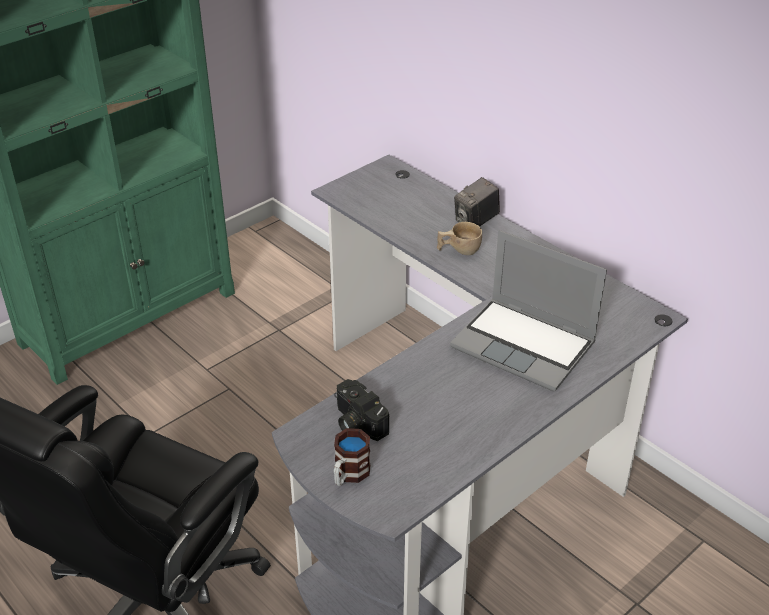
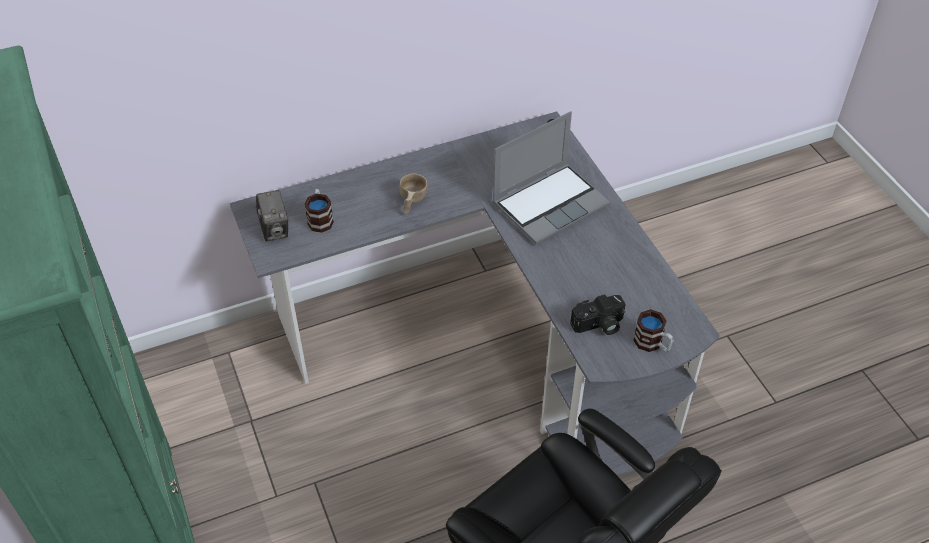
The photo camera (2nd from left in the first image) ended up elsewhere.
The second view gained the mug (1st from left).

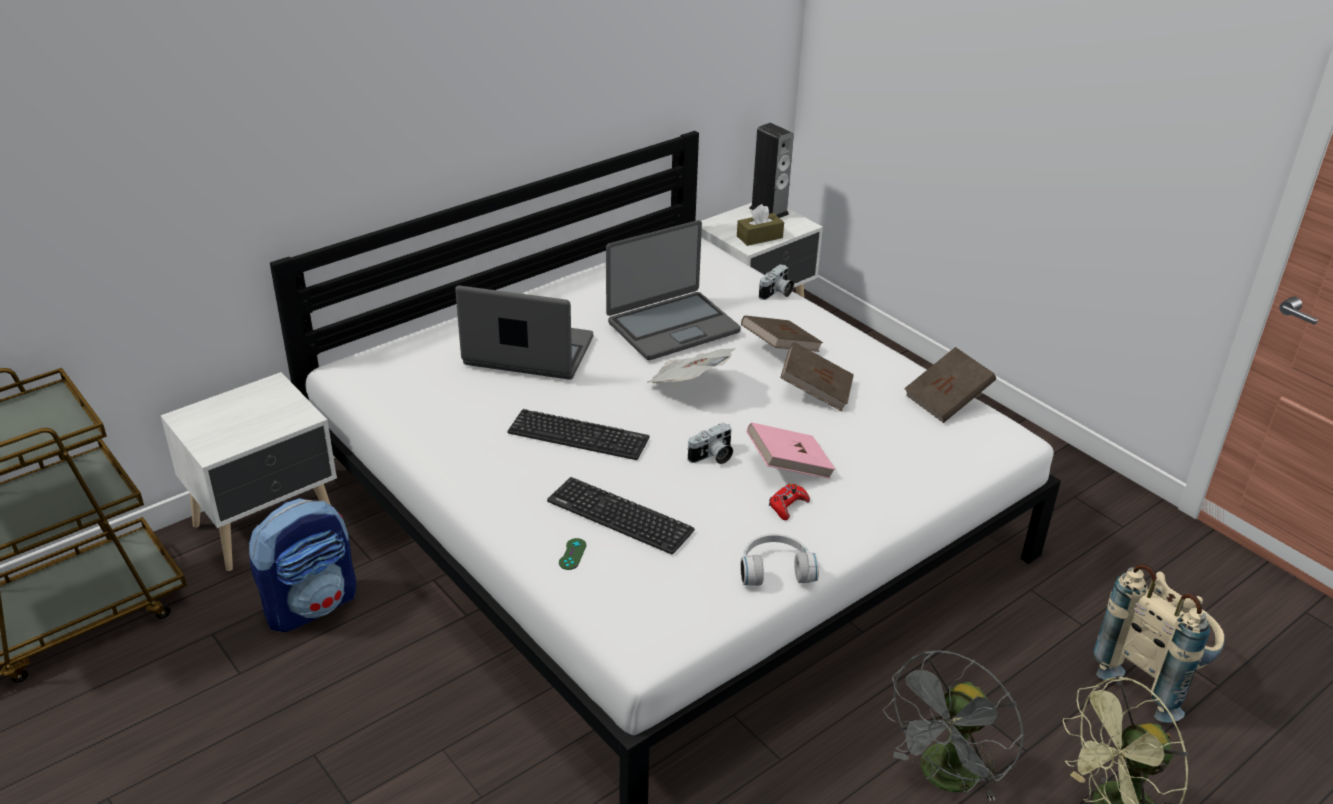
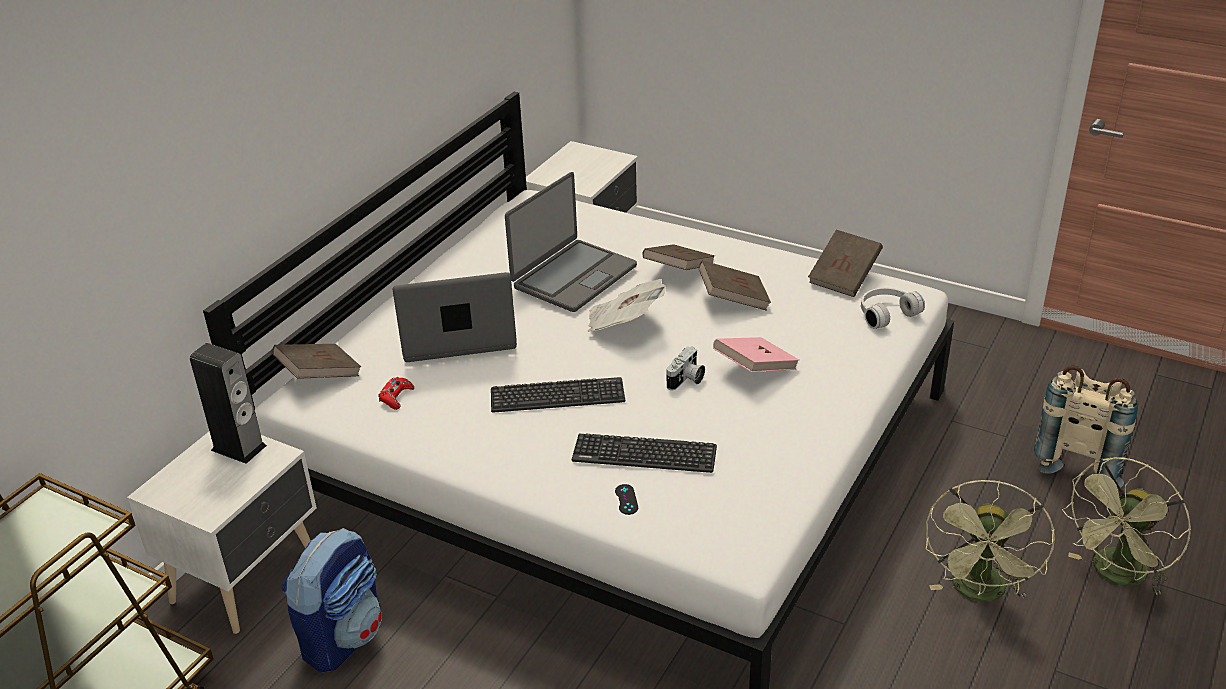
What was the game controller (green) turned into the game controller (black).
The second view lost the tissue box (brown).
The headphones (white) ended up elsewhere.
The speaker ended up elsewhere.
The second view lost the photo camera (2nd from left).
The game controller (red) ended up elsewhere.
What was the fan (grey) turned into the fan (green) (1st from left).
The second view gained the book (brown) (1st from left).

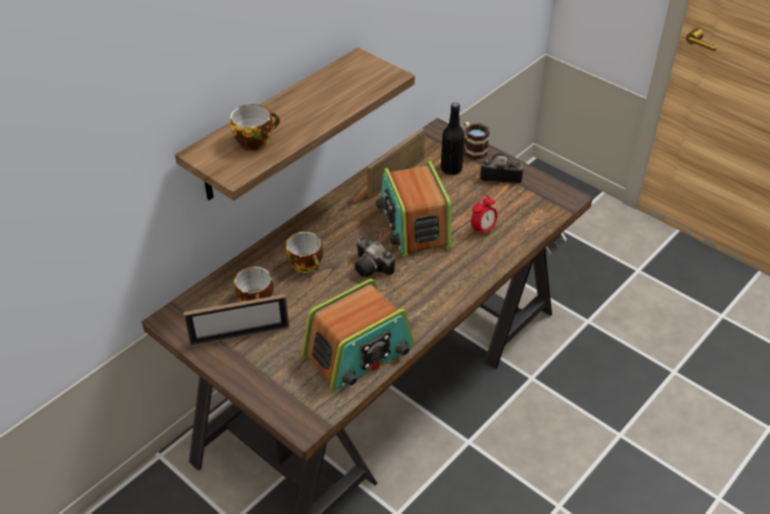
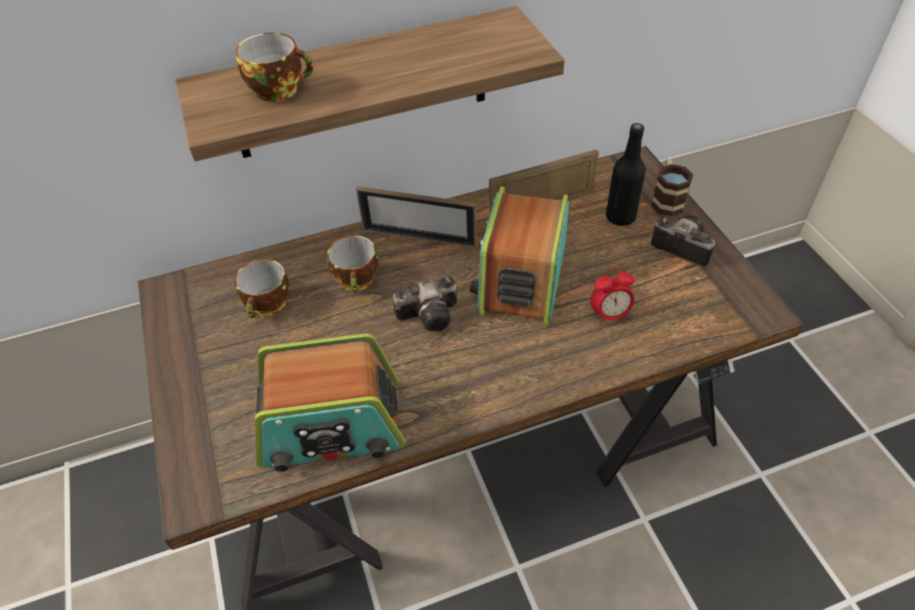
The picture frame (1st from left) ended up elsewhere.
The photo camera (1st from left) ended up facing another way, 90 degrees counterclockwise from before.

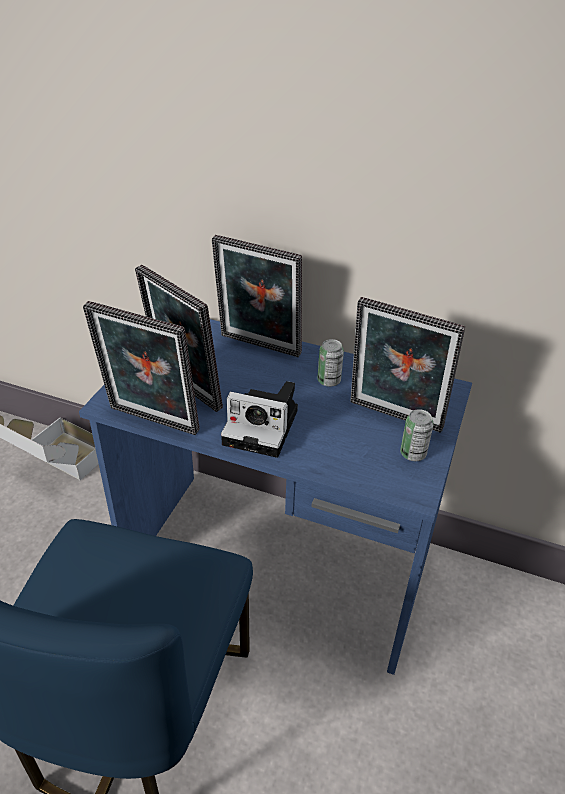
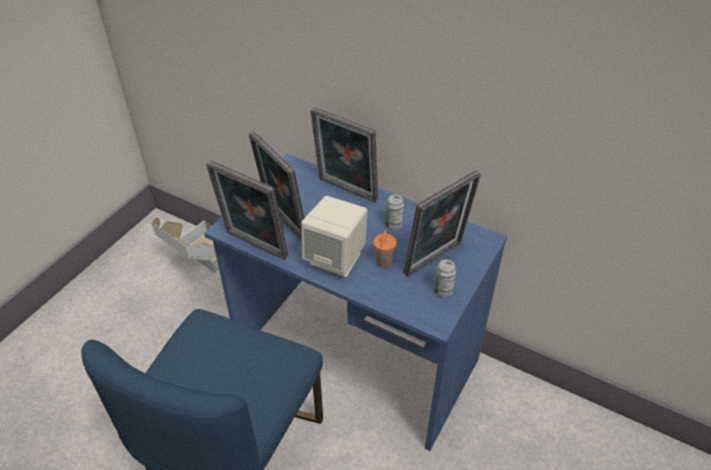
Where the photo camera stood, the speaker (beige) came to stand.
The picture frame (4th from left) ended up facing another way, 75 degrees counterclockwise from before.
The second view gained the cup (orange).

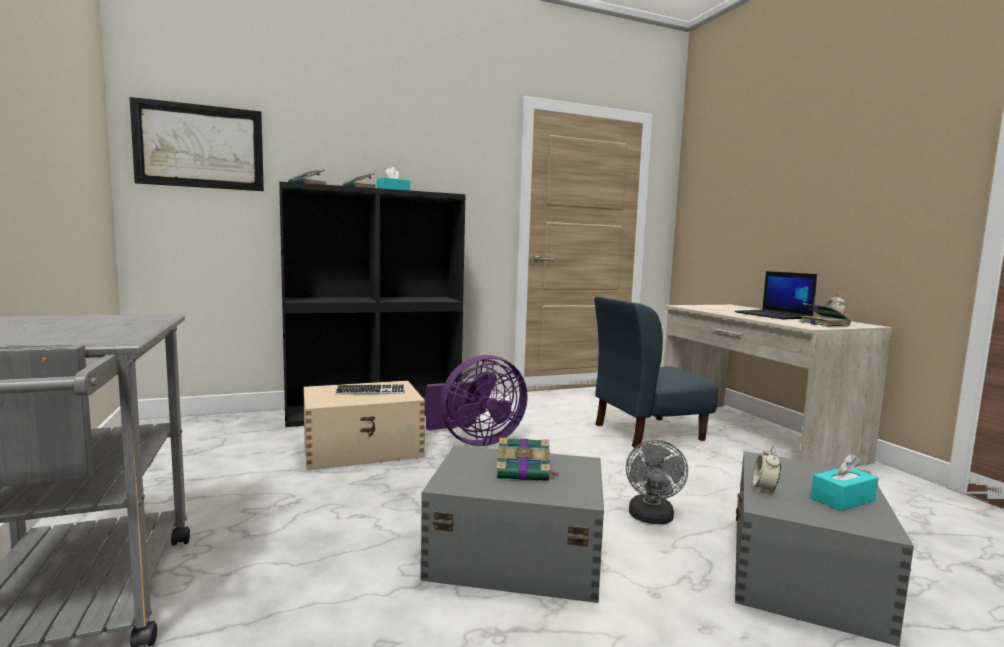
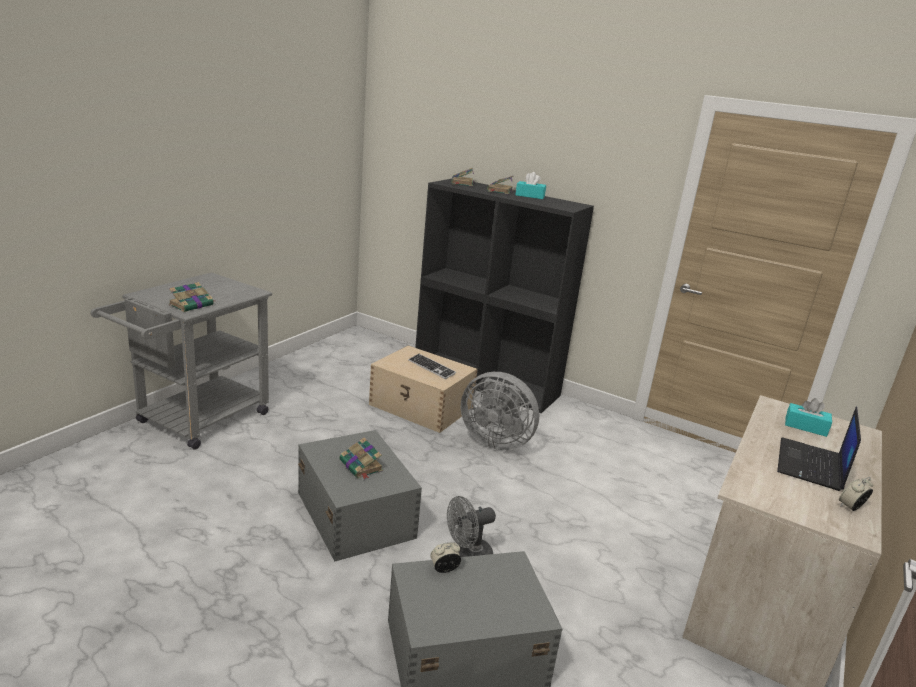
The second view lost the picture.
What was the fan (purple) turned into the fan (grey) (2nd from left).
The second view lost the chair (blue).
The book (4th from left in the first image) ended up elsewhere.
The tissue box (turquoise) (2nd from left) ended up elsewhere.

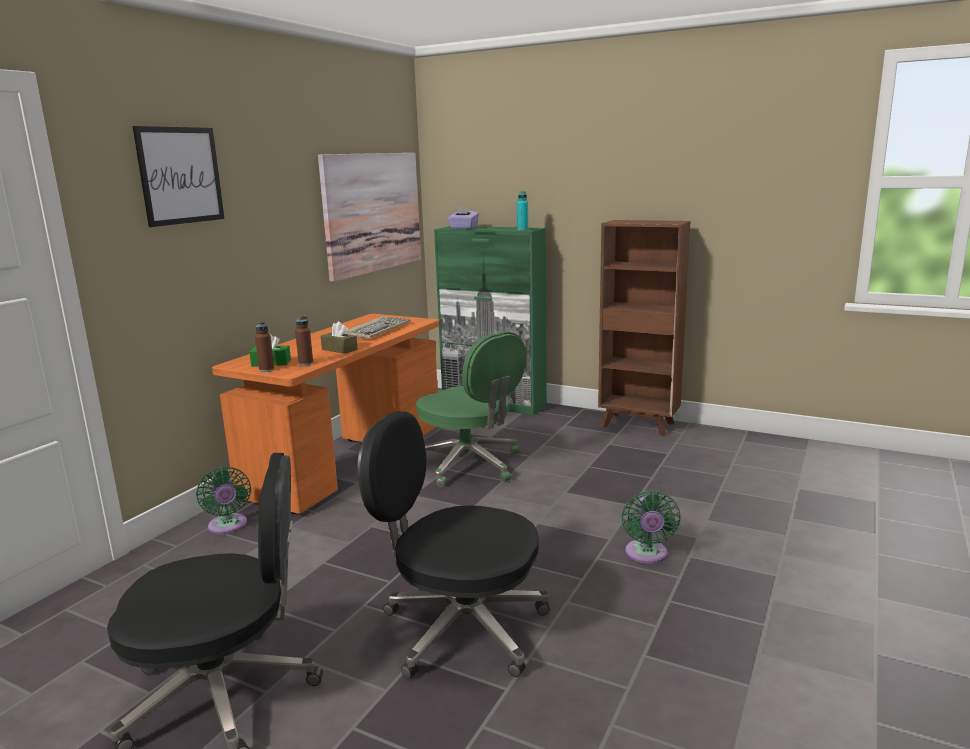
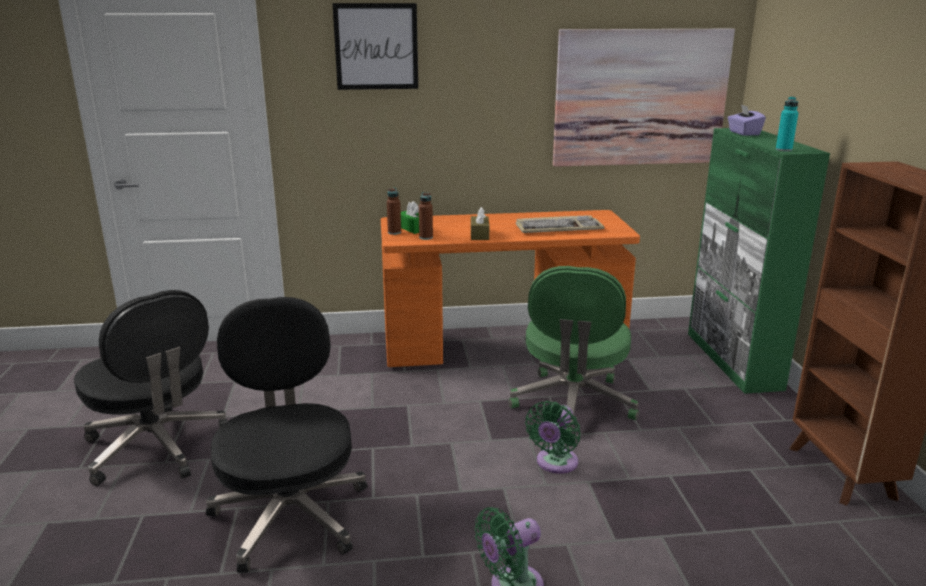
The fan (green) (1st from left in the first image) ended up elsewhere.

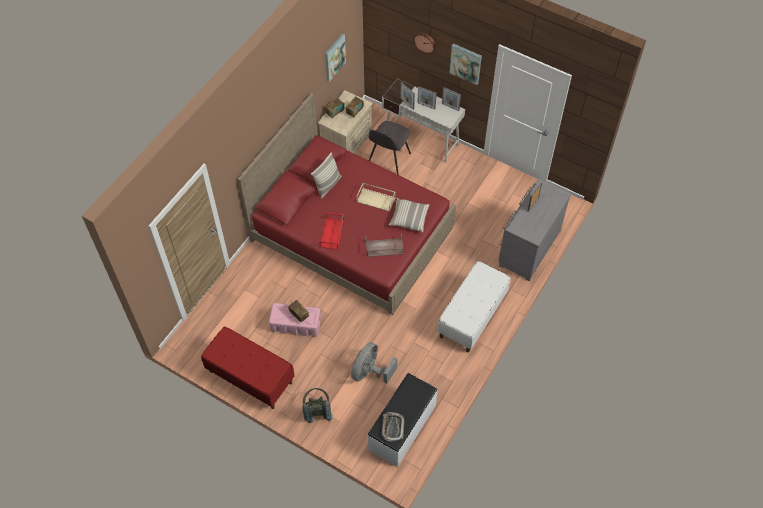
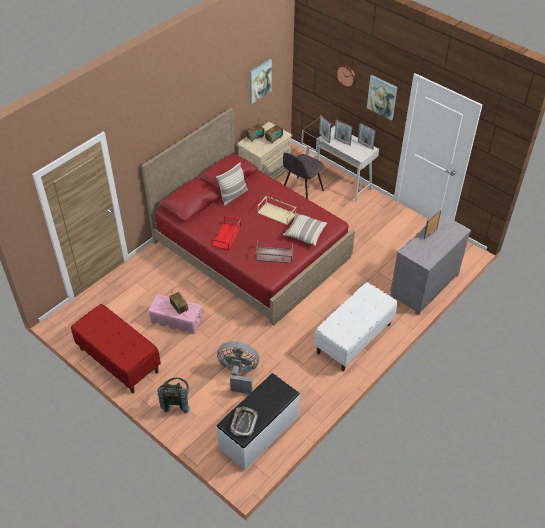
The fan (grey) ended up facing another way, 60 degrees clockwise from before.

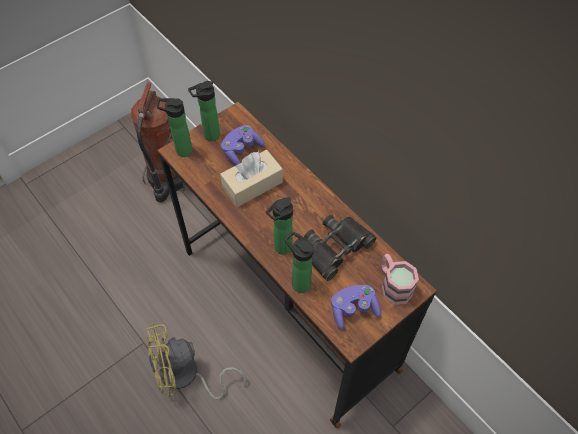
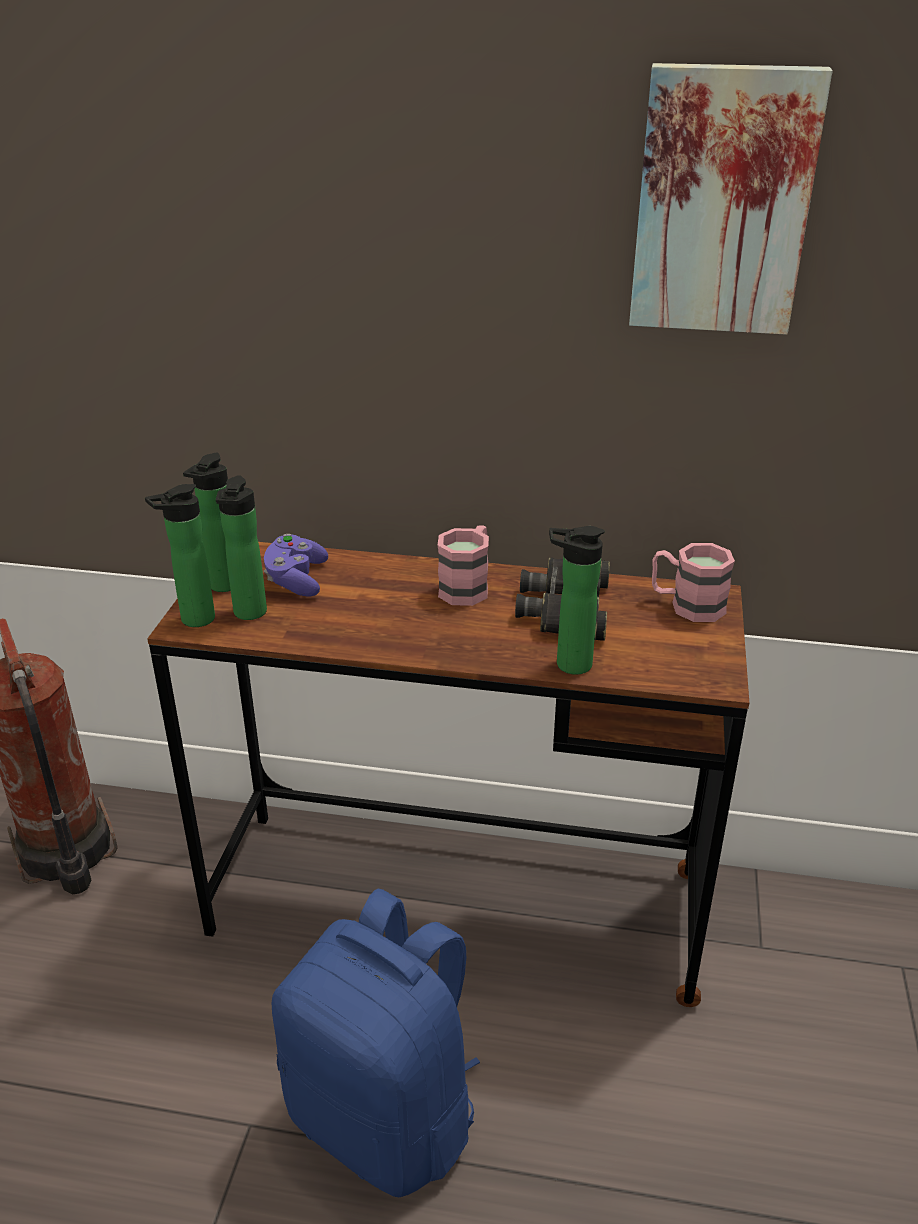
Where the fan (yellow) stood, the backpack (blue) came to stand.
The second view lost the tissue box (beige).
The bottle (3rd from left) ended up elsewhere.
The second view lost the game controller (purple) (2nd from left).
The second view gained the mug (pink) (1st from left).
The second view gained the picture.

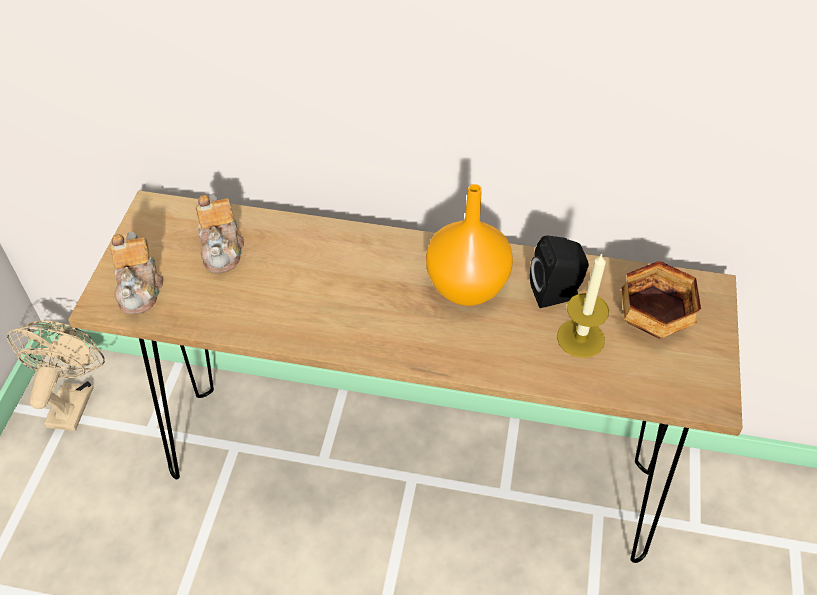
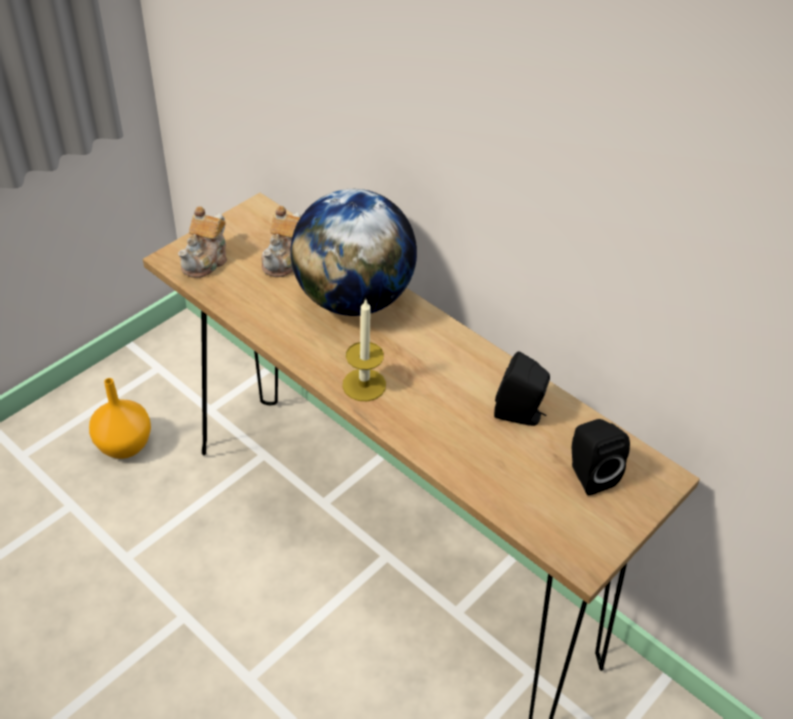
The second view lost the fan (beige).
The vase (orange) ended up elsewhere.
The candle ended up elsewhere.
Where the bowl stood, the speaker (black) (2nd from left) came to stand.
The second view gained the globe.

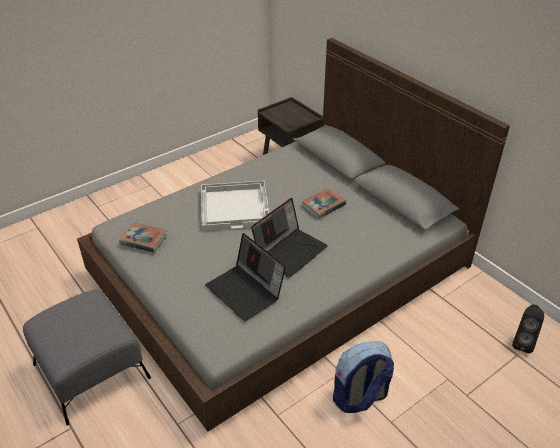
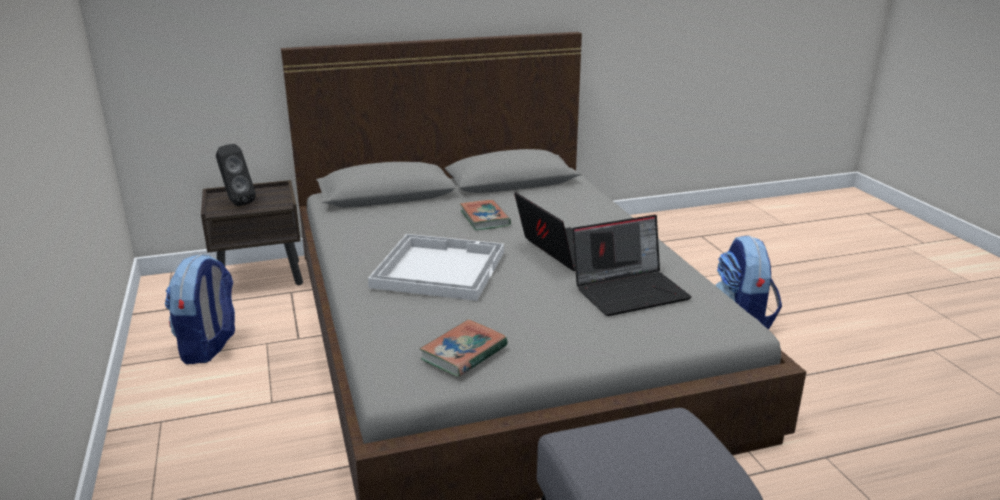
The speaker (black) ended up elsewhere.
The second view gained the backpack (1st from left).

